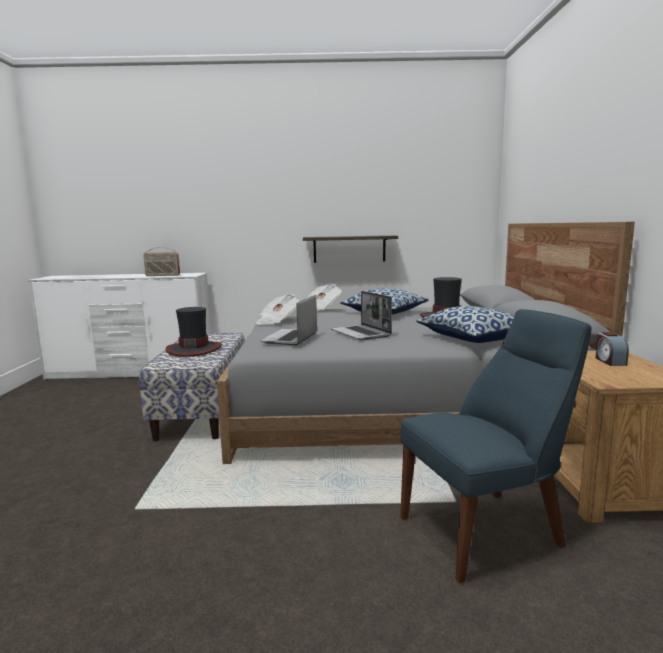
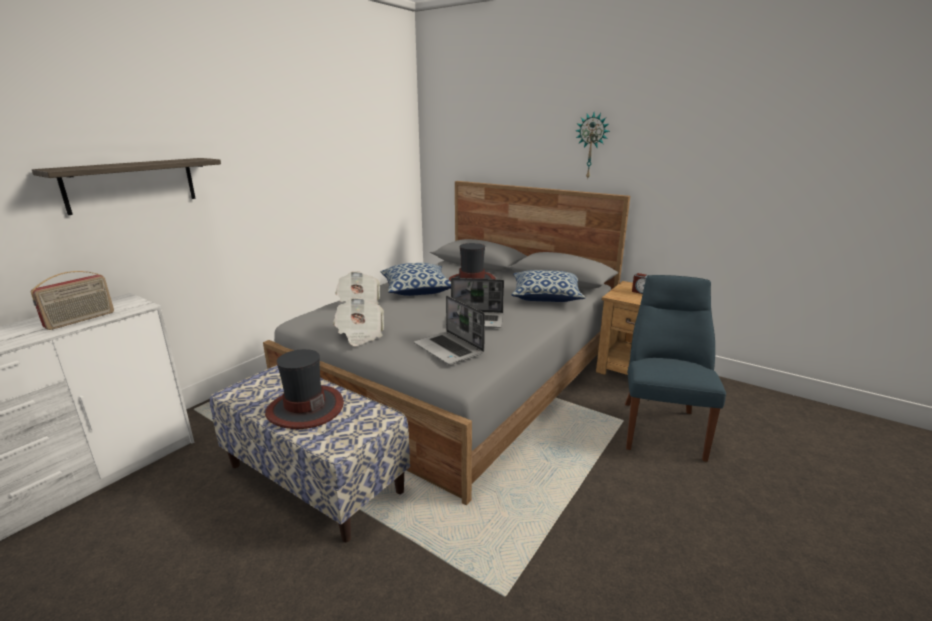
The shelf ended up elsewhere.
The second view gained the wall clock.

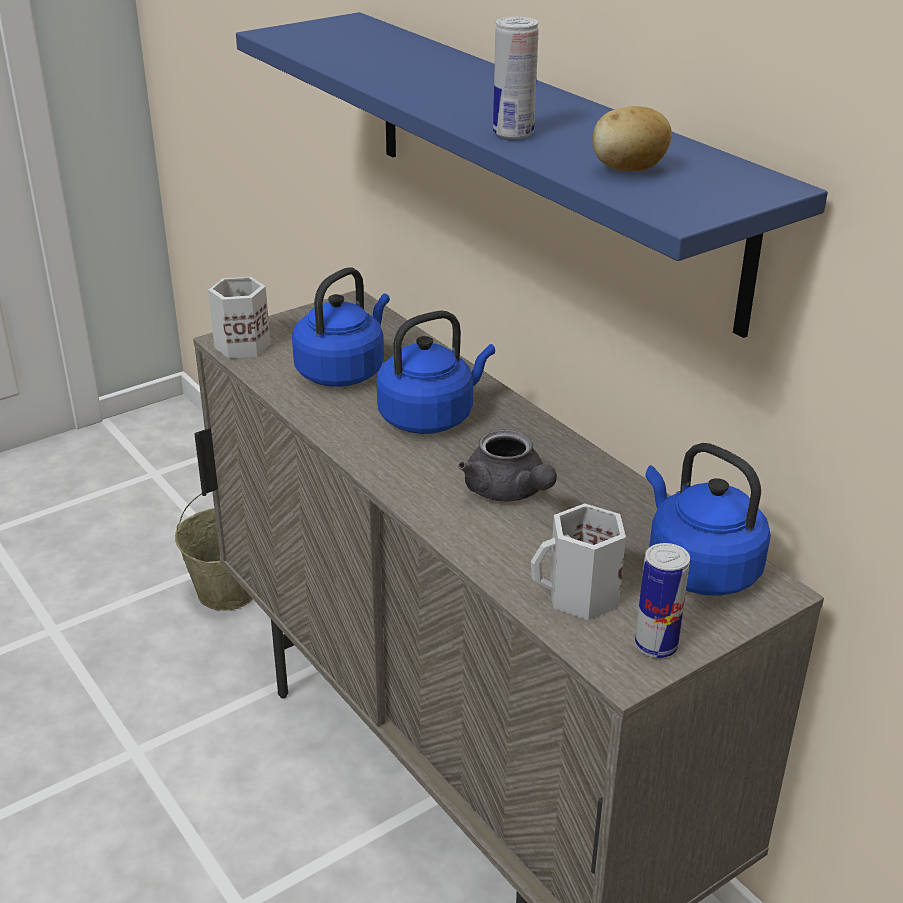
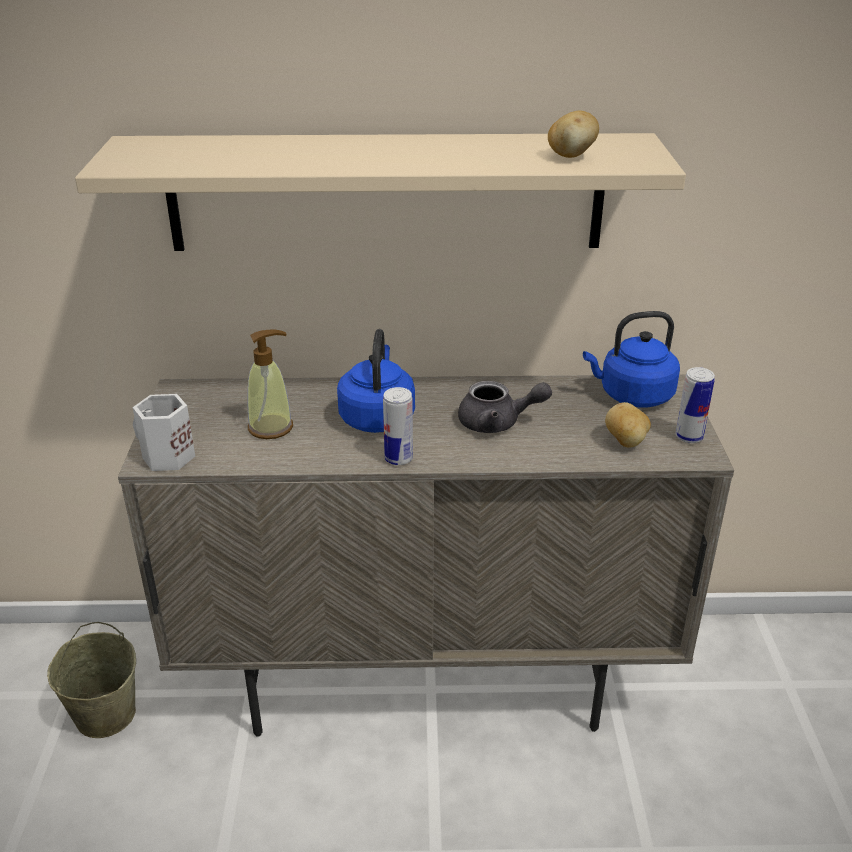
What was the shelf (blue) turned into the shelf (beige).
Where the kettle (blue) (1st from left) stood, the soap dispenser came to stand.
The can (1st from left) ended up elsewhere.
Where the mug (white) (2nd from left) stood, the potato (2nd from left) came to stand.

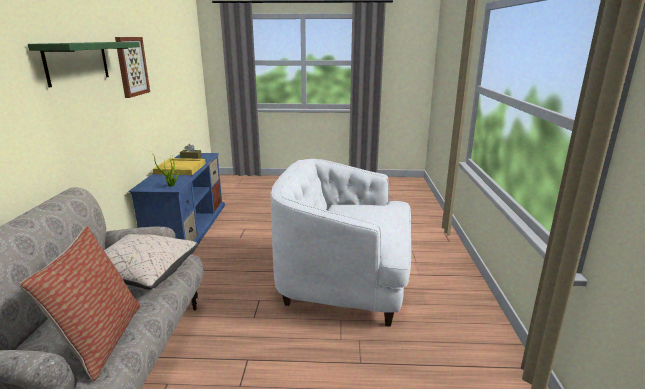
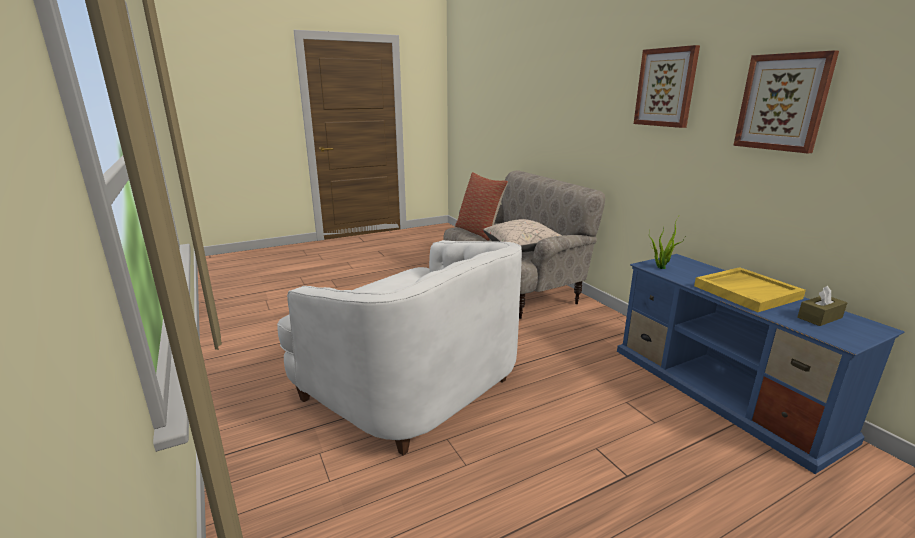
Where the shelf (green) hung, the picture (1st from left) came to hang.
The armchair (white) ended up facing another way, 60 degrees clockwise from before.

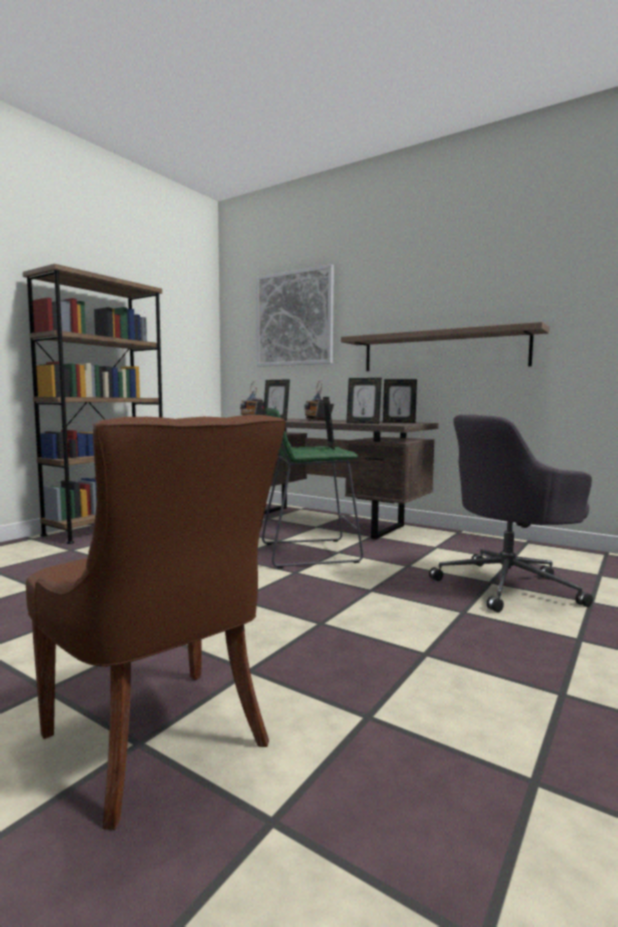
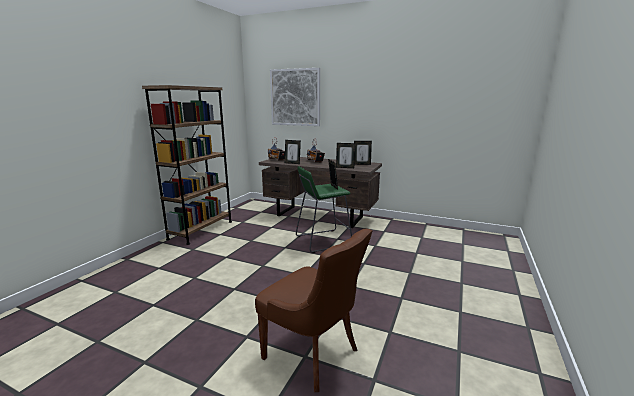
The second view lost the shelf.
The second view lost the office chair (grey).

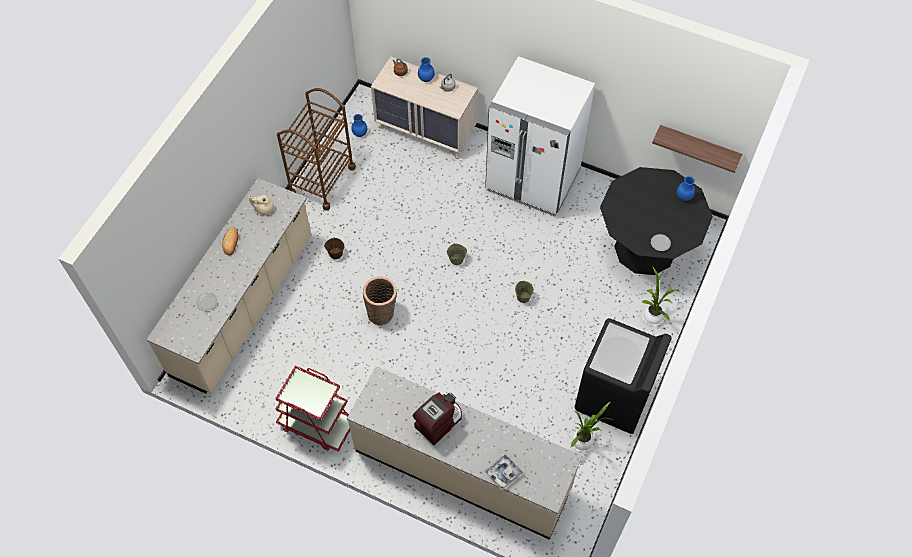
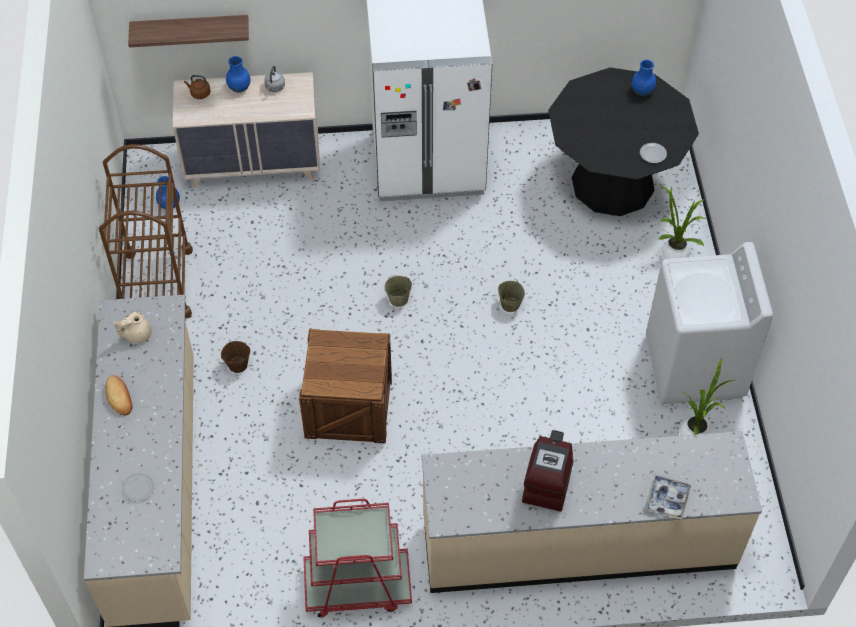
Where the basket stood, the crate came to stand.
What was the washing machine (black) turned into the washing machine (white).
The shelf ended up elsewhere.

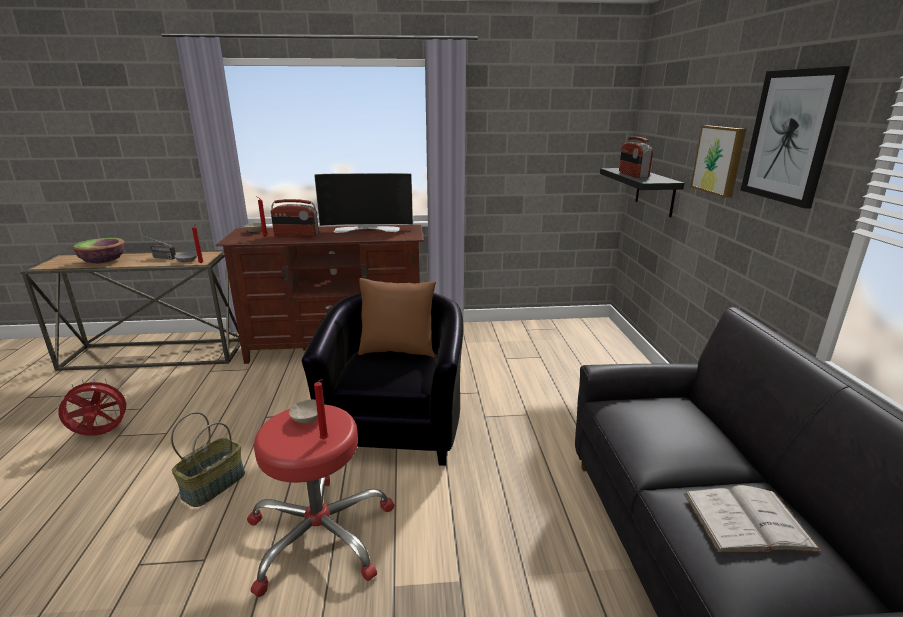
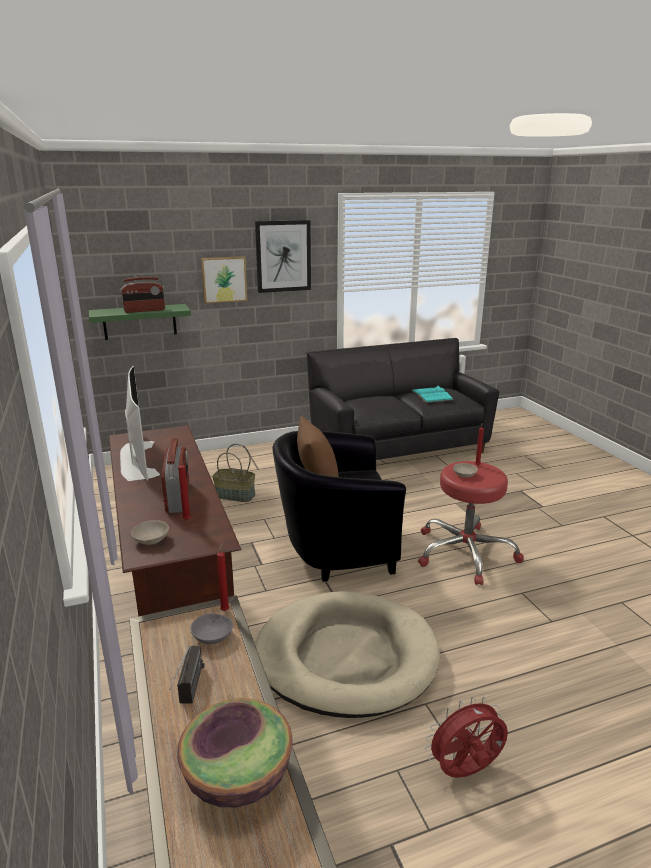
The fan (red) ended up facing another way, 105 degrees clockwise from before.
The basket ended up elsewhere.
What was the shelf (black) turned into the shelf (green).
What was the book (white) turned into the book (turquoise).
The second view gained the dog bed (beige).

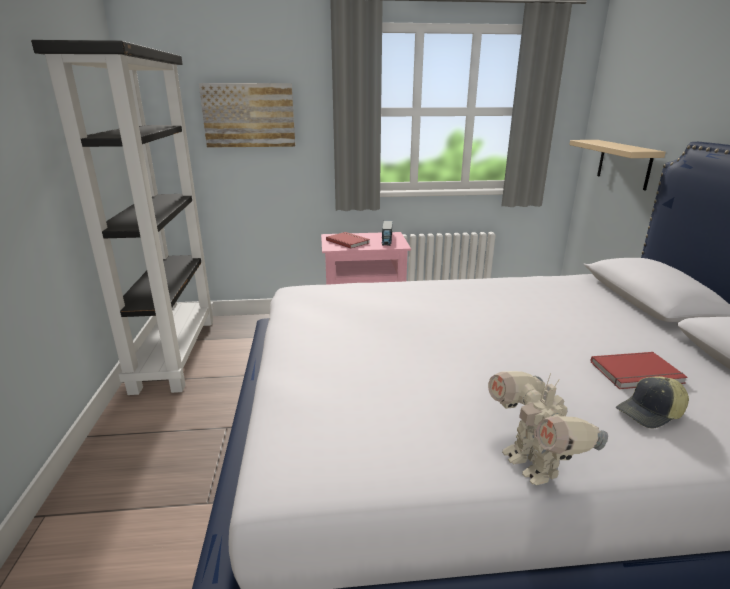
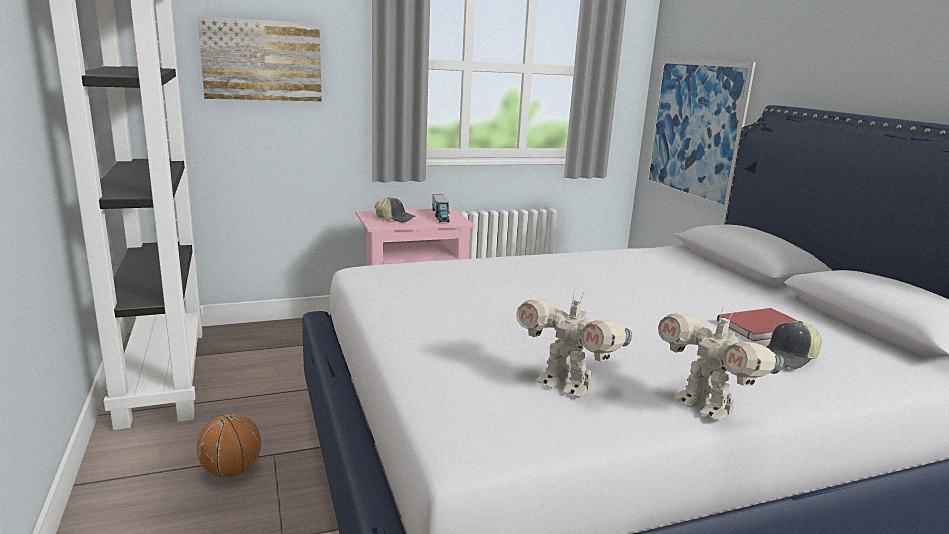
Where the book (red) (1st from left) stood, the cap (1st from left) came to stand.
Where the shelf (beige) hung, the picture (2nd from left) came to hang.
The second view gained the basketball.
The second view gained the toy robot (1st from left).

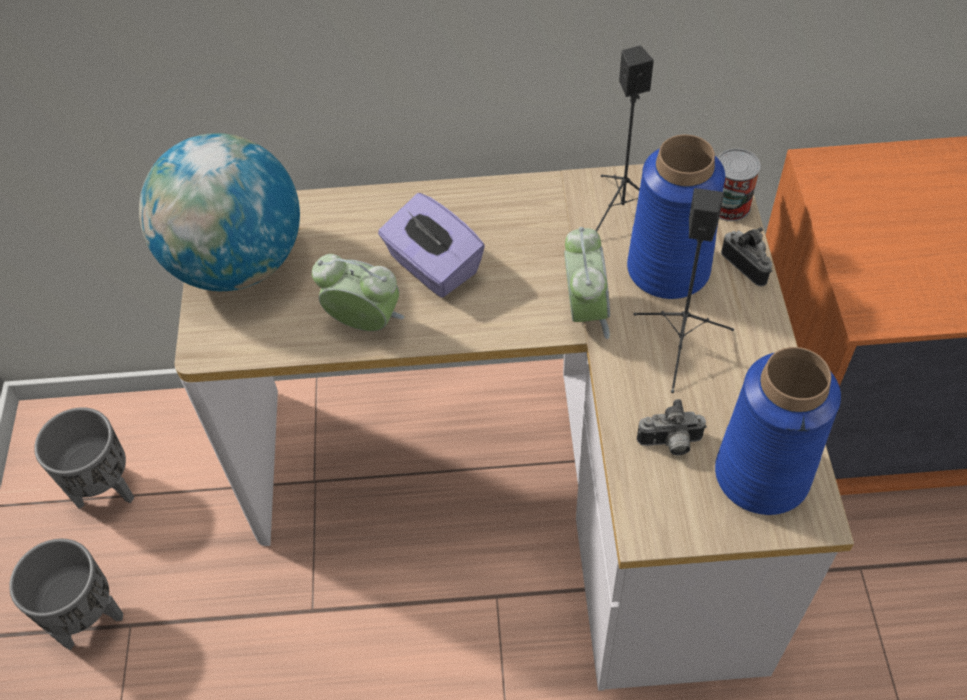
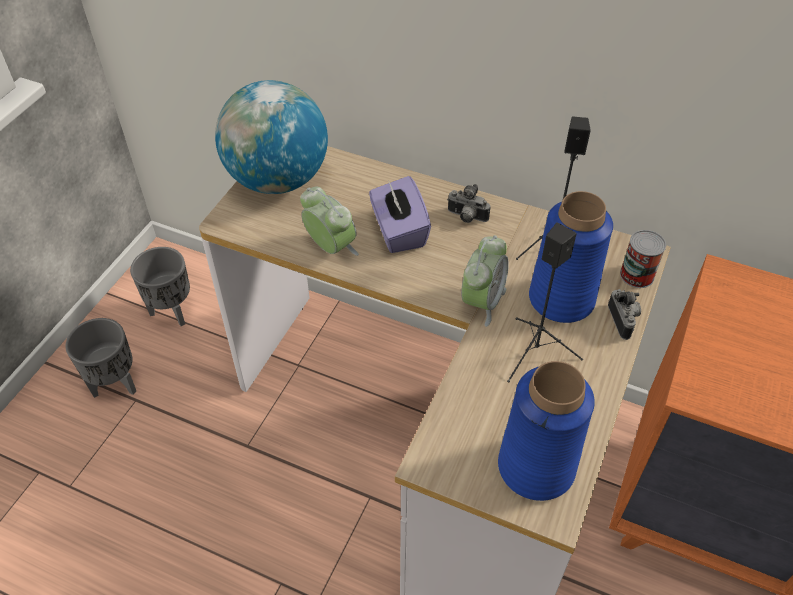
The photo camera (1st from left) ended up elsewhere.

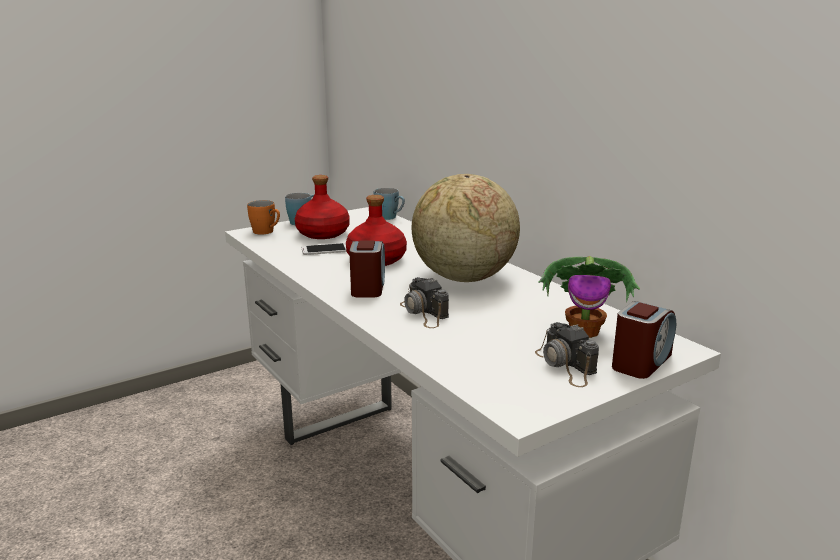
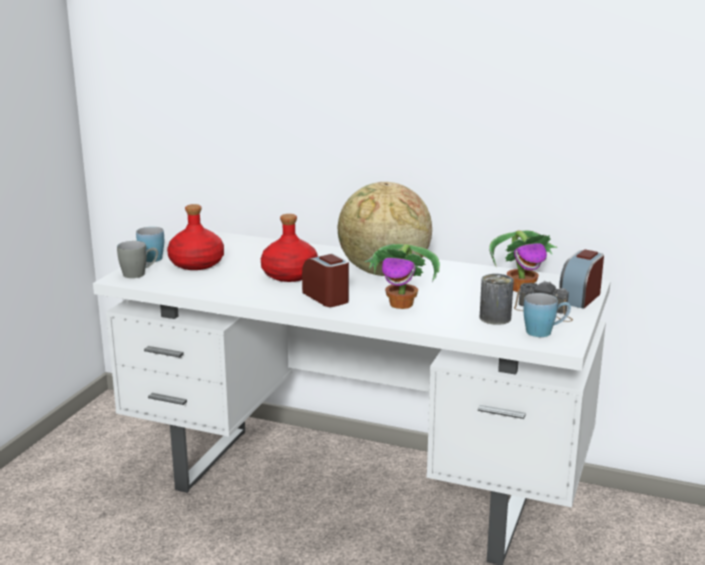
What was the mug (orange) turned into the mug (grey).
The second view lost the phone.
The mug (blue) (2nd from left) ended up elsewhere.
Where the photo camera (1st from left) stood, the potted plant (1st from left) came to stand.
The alarm clock (2nd from left) ended up facing another way, 150 degrees counterclockwise from before.
The second view gained the can.

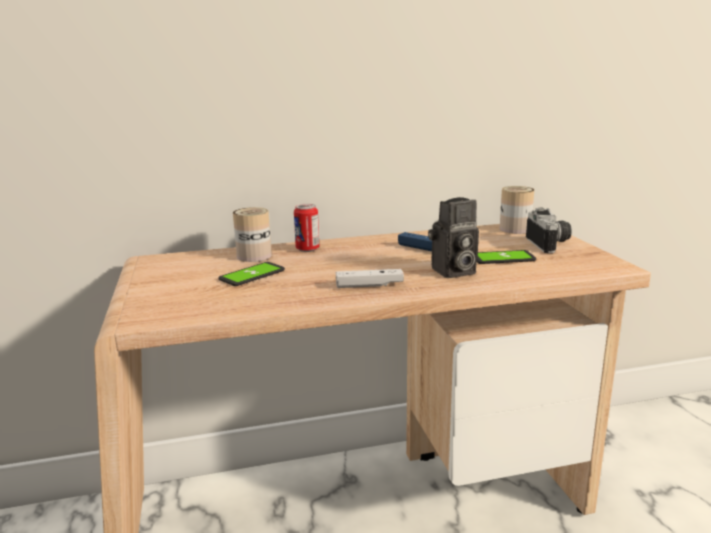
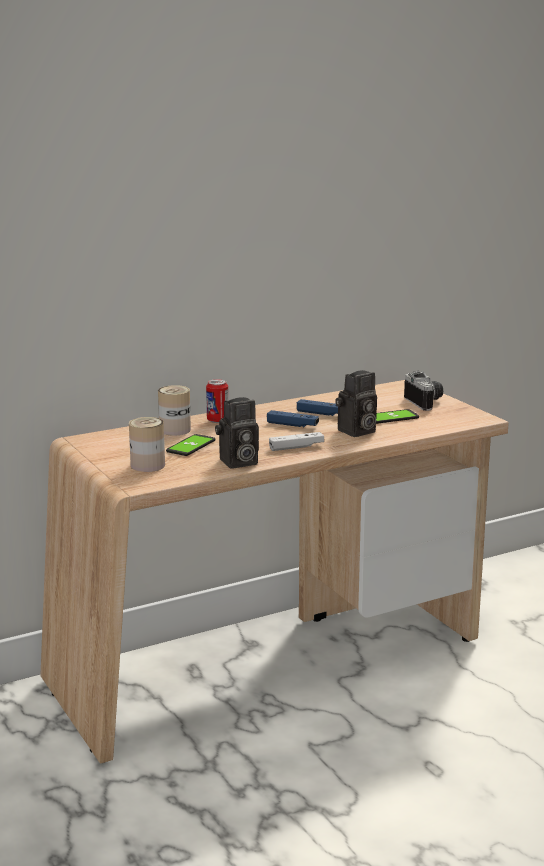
The can (3rd from left in the first image) ended up elsewhere.
The second view gained the photo camera (1st from left).
The second view gained the game controller (blue) (1st from left).

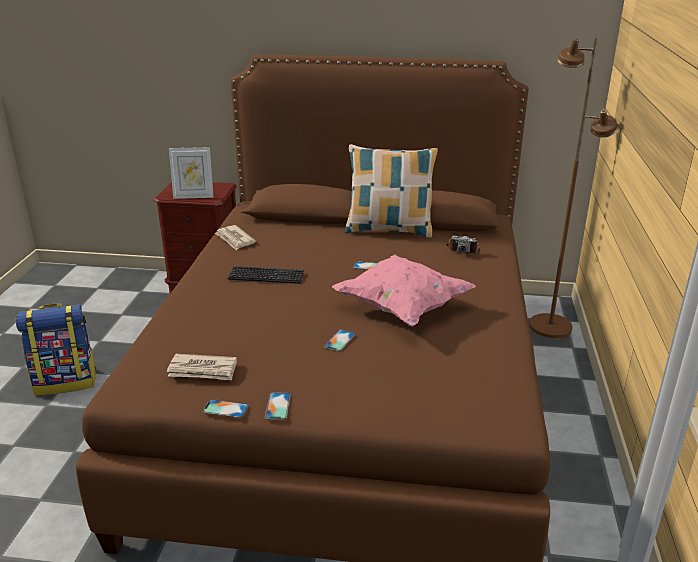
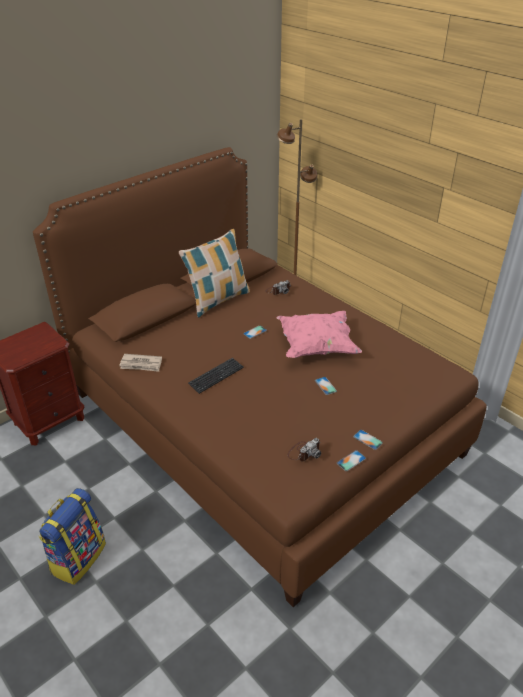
Where the newspaper (1st from left) stood, the photo camera (2nd from left) came to stand.
The second view lost the picture frame.

